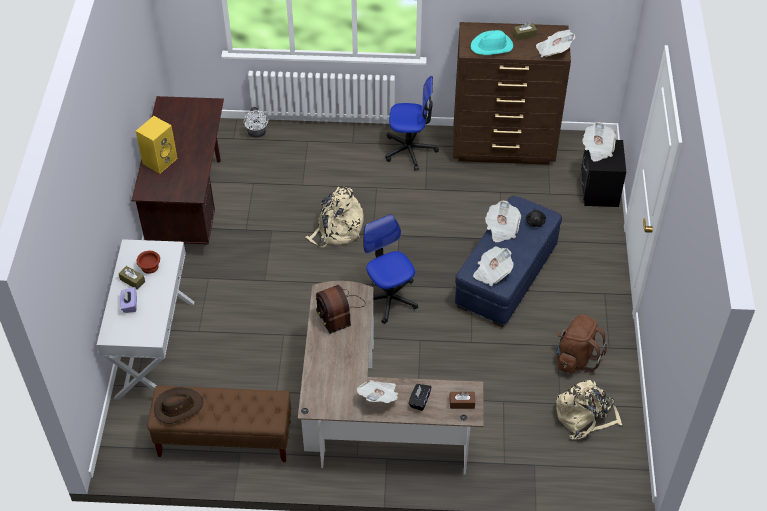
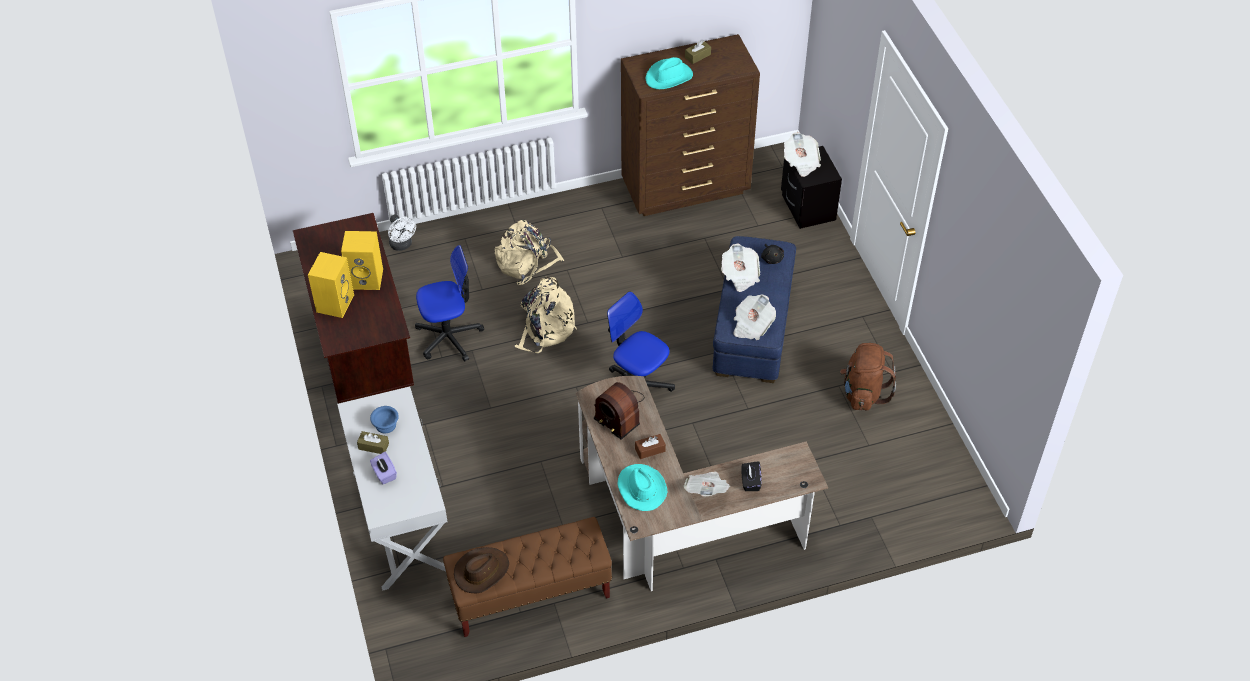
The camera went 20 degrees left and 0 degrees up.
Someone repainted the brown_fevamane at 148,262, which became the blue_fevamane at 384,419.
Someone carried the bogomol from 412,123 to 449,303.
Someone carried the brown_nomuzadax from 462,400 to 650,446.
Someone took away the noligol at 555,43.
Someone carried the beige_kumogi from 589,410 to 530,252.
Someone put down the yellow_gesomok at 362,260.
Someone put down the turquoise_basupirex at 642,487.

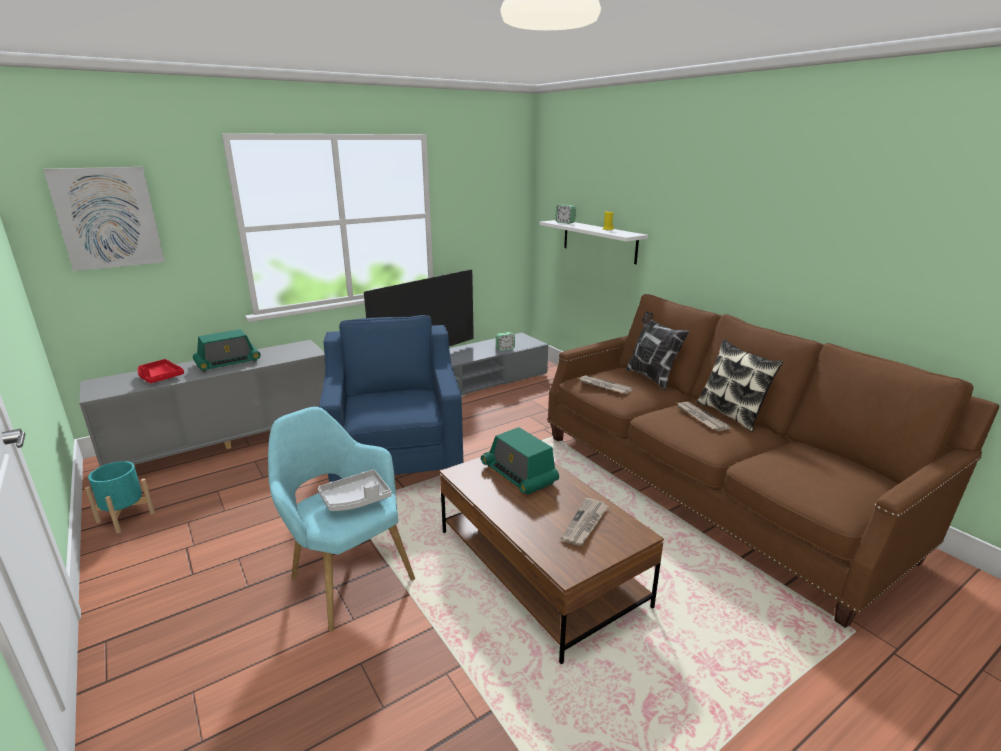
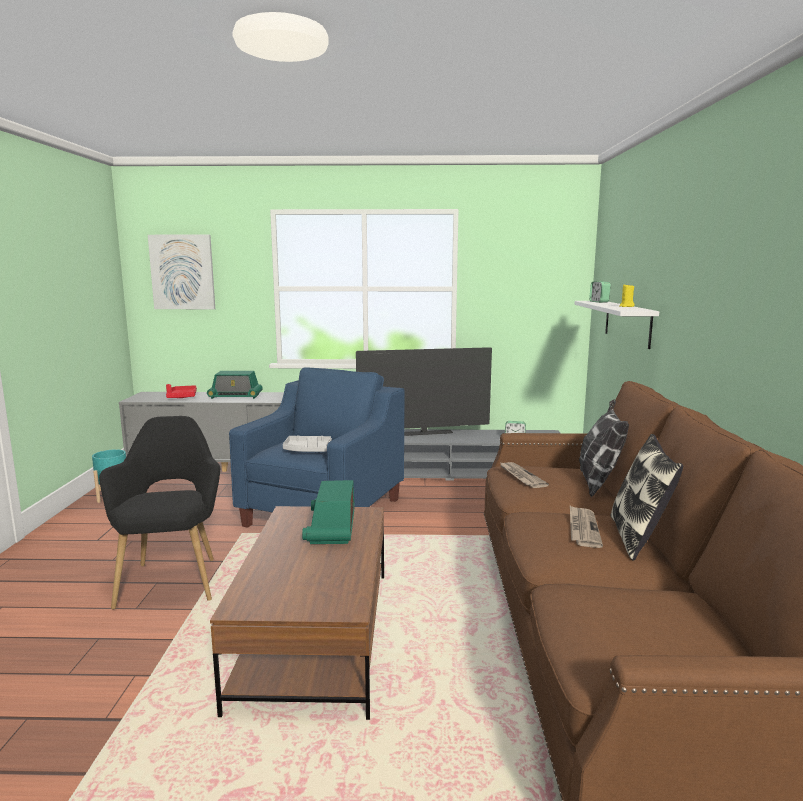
The camera went 35 degrees right and 10 degrees down.
Someone repainted the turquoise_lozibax at 341,519, which became the black_lozibax at 159,513.
Someone carried the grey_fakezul from 355,490 to 307,443.
Someone took away the noligol at 584,522.

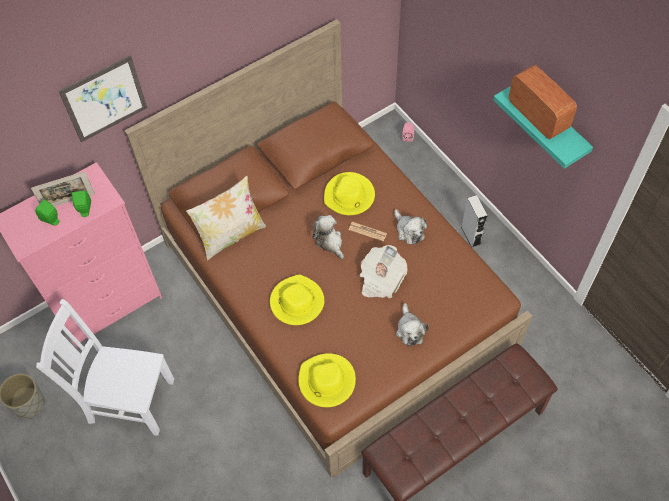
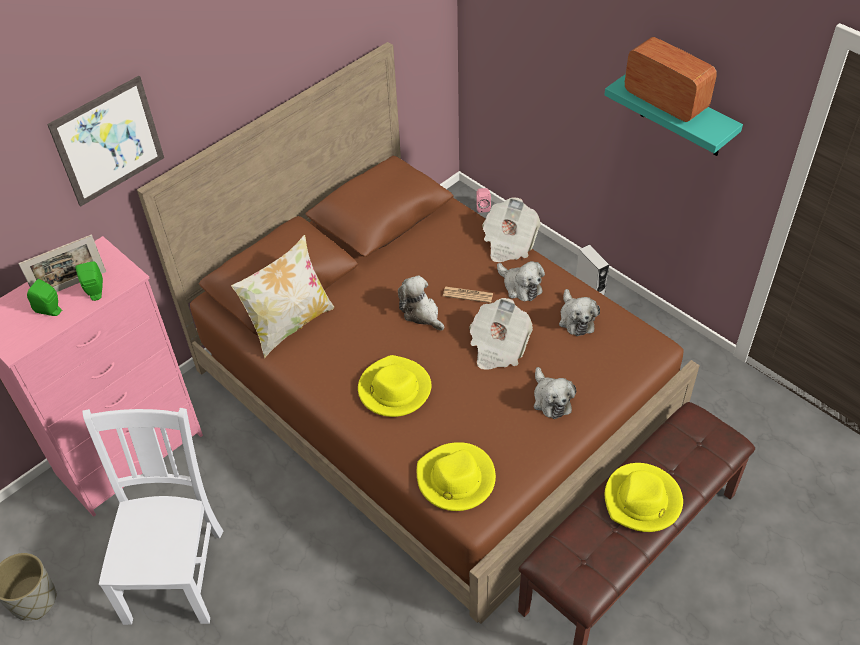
The camera went 10 degrees left and 10 degrees down.
Someone rotated the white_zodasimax at 105,367 by 90 degrees clockwise.
Someone carried the yellow_basupirex from 349,193 to 644,497.
Someone put down the noligol at 511,229.
Someone put down the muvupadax at 579,312.

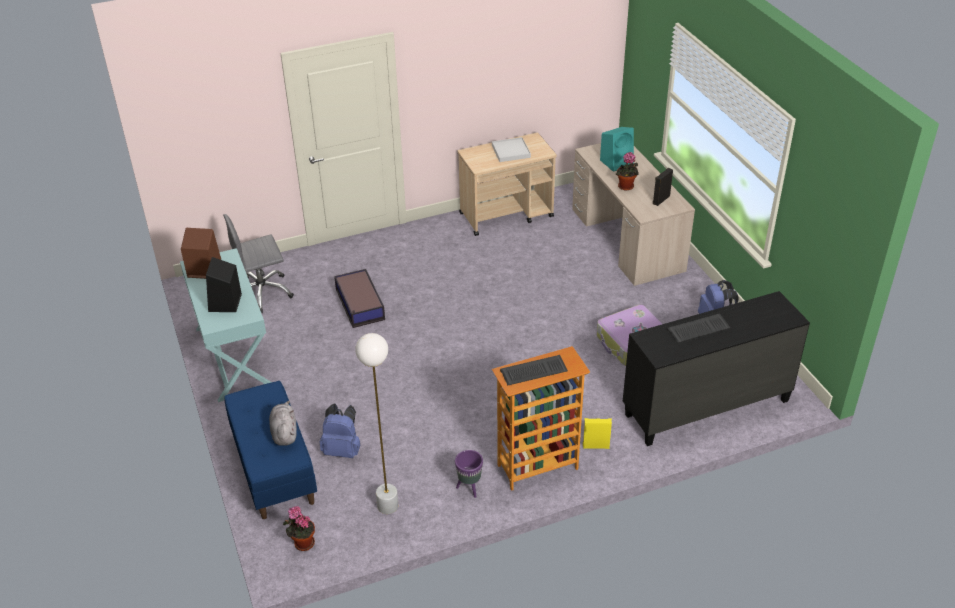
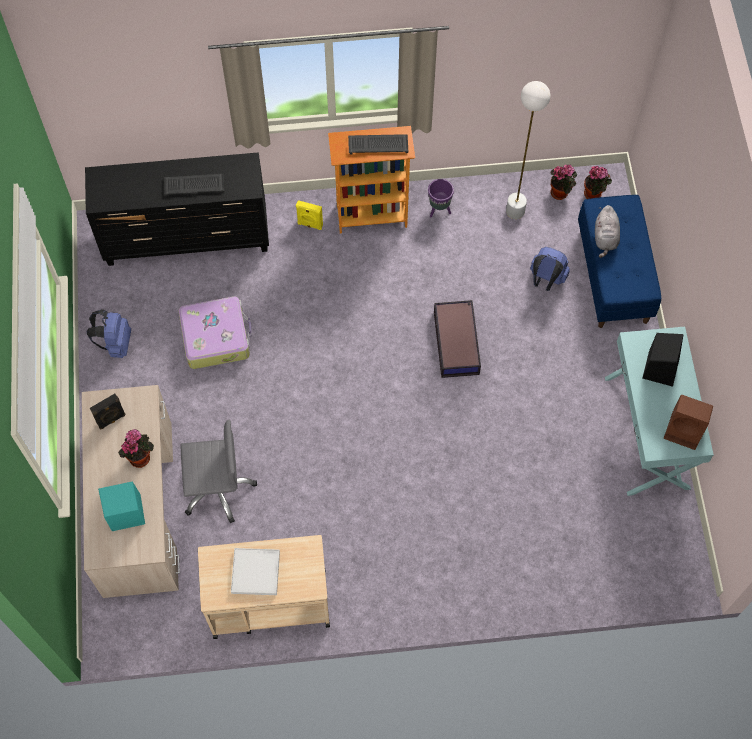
The camera went 165 degrees left and 25 degrees up.
Someone carried the grey_bogomol from 258,263 to 219,471.
Someone carried the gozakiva from 359,298 to 457,339.
Someone put down the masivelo at 564,182.

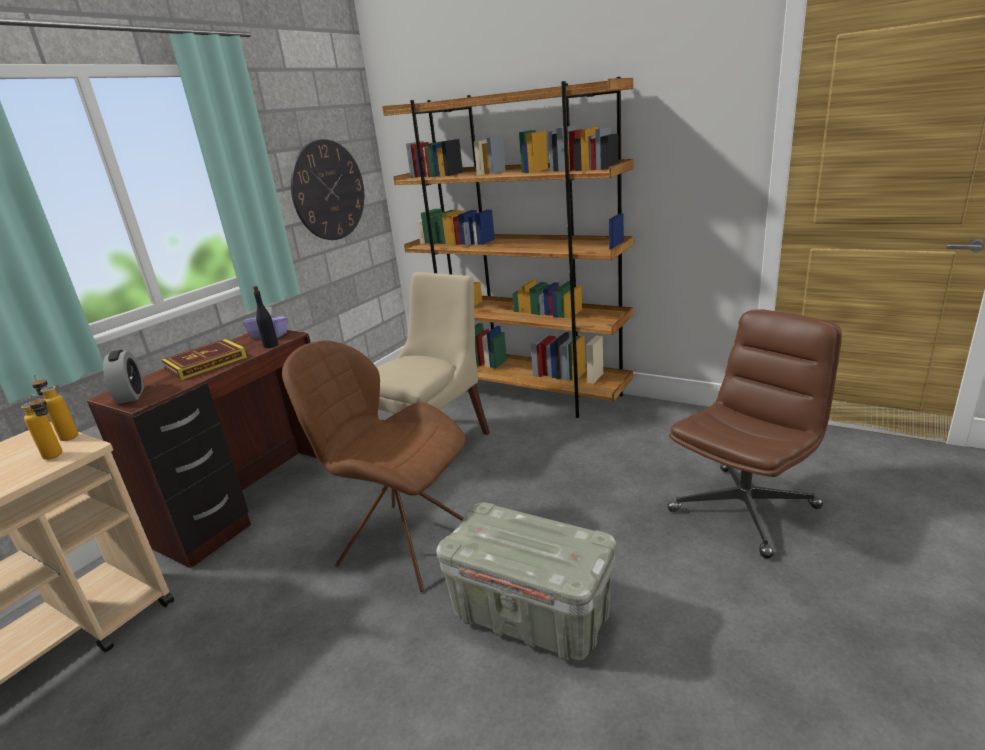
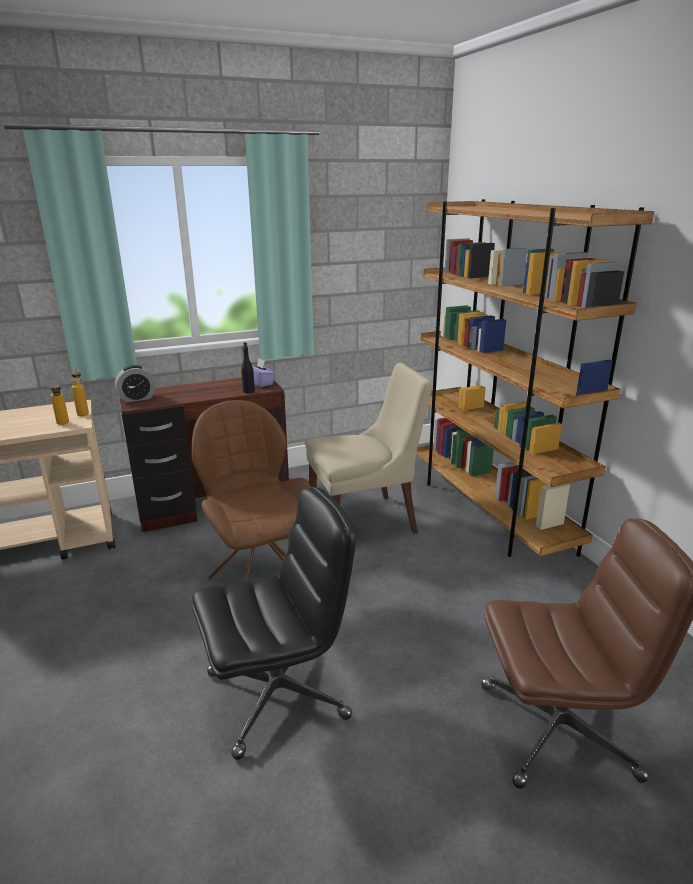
The camera went 35 degrees right and 0 degrees up.
Someone rotated the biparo at 123,377 by 45 degrees clockwise.
Someone took away the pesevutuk at 204,359.
Someone took away the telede at 327,189.
Someone swapped the grey_gozakiva at 526,581 for the black_bogomol at 274,623.

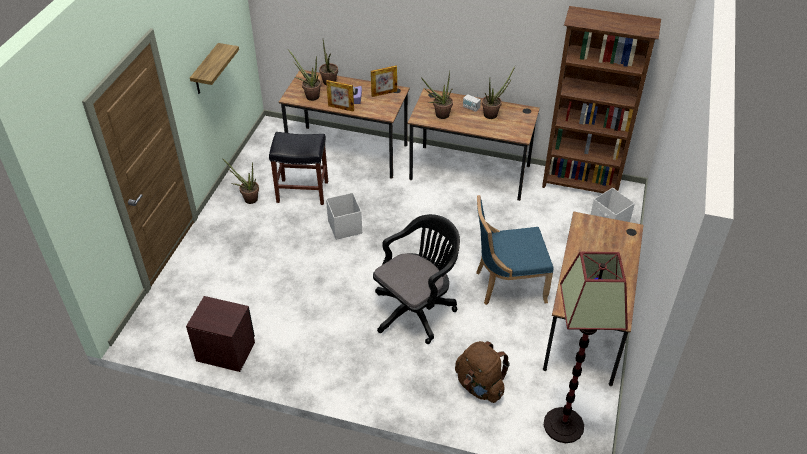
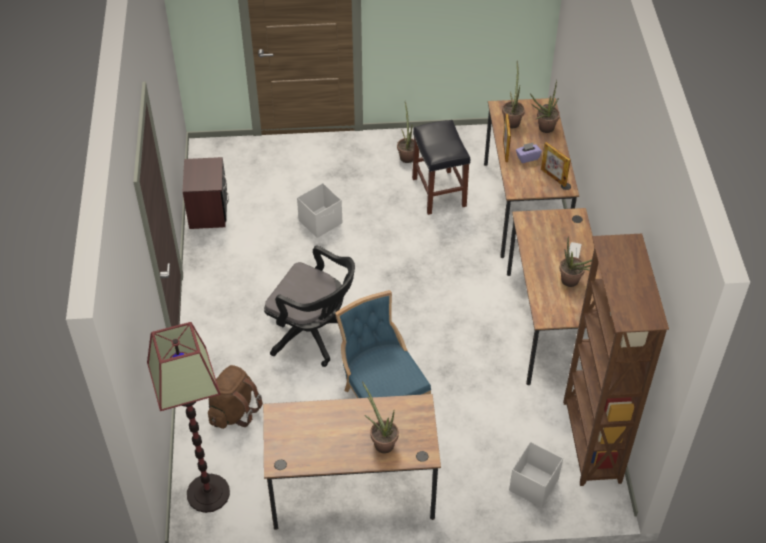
The camera went 70 degrees right and 5 degrees up.
Someone took away the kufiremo at 214,68.
Someone carried the white_gozakiva from 344,216 to 319,210.
Someone carried the masivelo from 437,95 to 380,418.

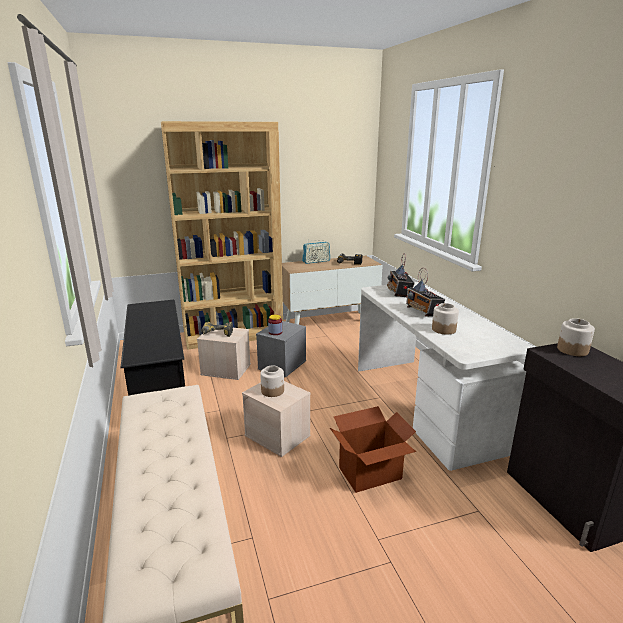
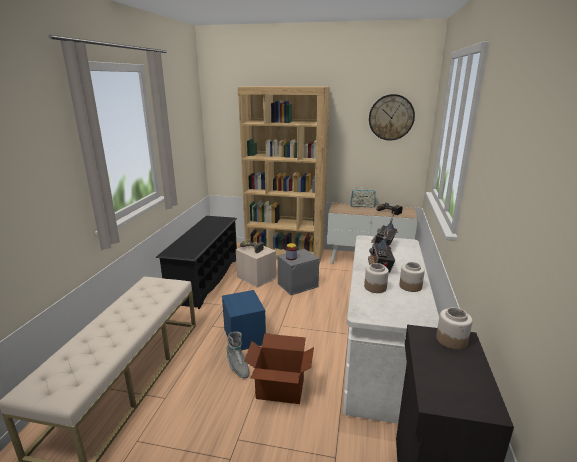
The camera went 30 degrees right and 0 degrees up.
Someone repainted the beige_gozakiva at 276,419, which became the blue_gozakiva at 244,320.
Someone carried the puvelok from 272,381 to 412,277.
Someone put down the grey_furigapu at 237,355.
Someone put up the telede at 392,117.

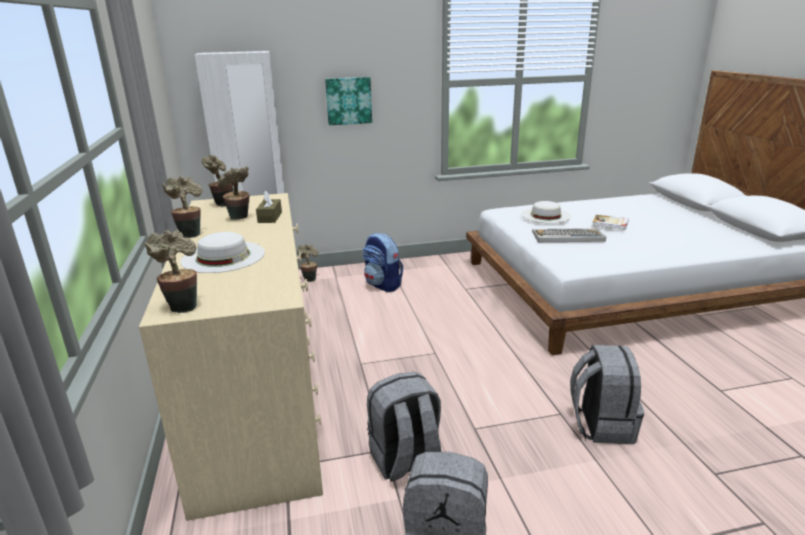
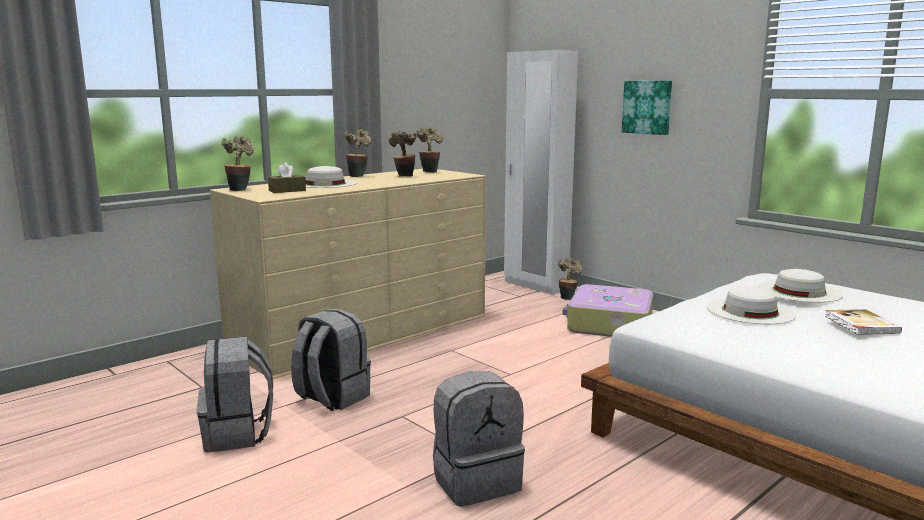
The camera went 60 degrees right and 10 degrees down.
Someone carried the brown_nomuzadax from 269,206 to 287,177.
Someone swapped the kumogi at 383,262 for the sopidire at 607,310.
Someone swapped the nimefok at 569,235 for the white_basupirex at 751,305.

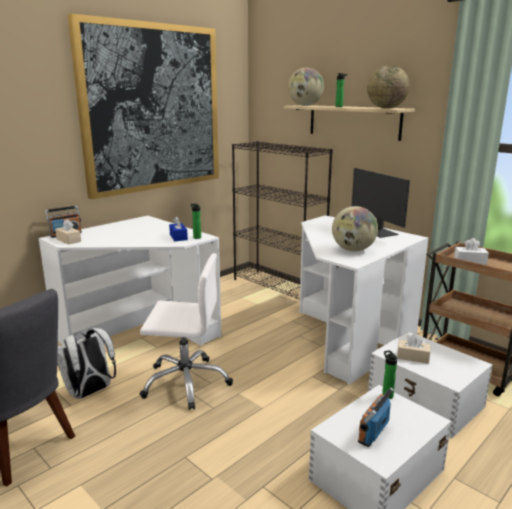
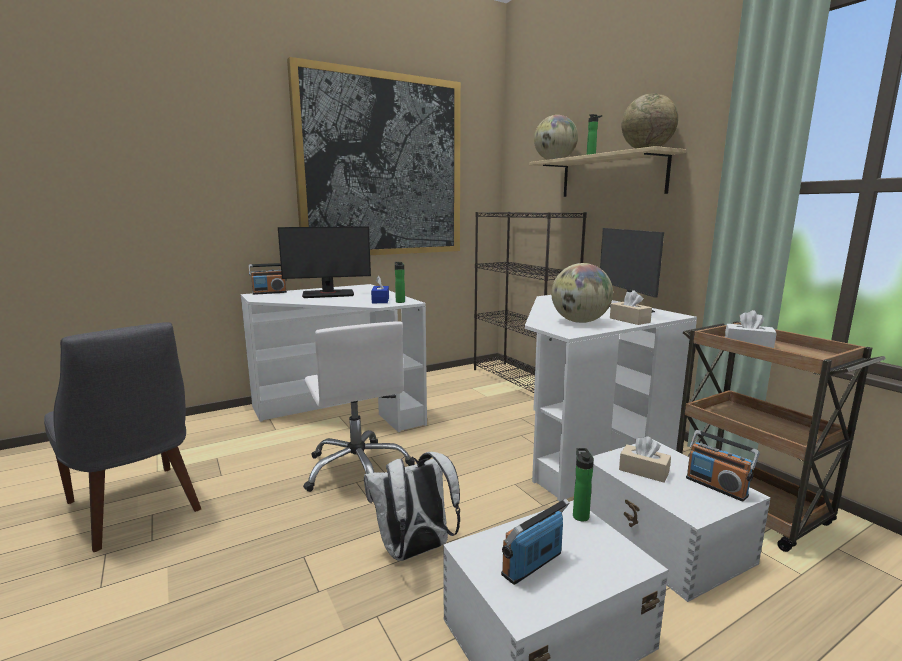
The camera went 15 degrees right and 5 degrees down.
Someone carried the beige_nomuzadax from 68,232 to 631,307.
Someone carried the white_kumogi from 86,363 to 412,506.
Someone rotated the white_bogomol at 186,331 by 45 degrees clockwise.
Someone put down the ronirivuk at 324,262.
Someone put down the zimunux at 723,465.

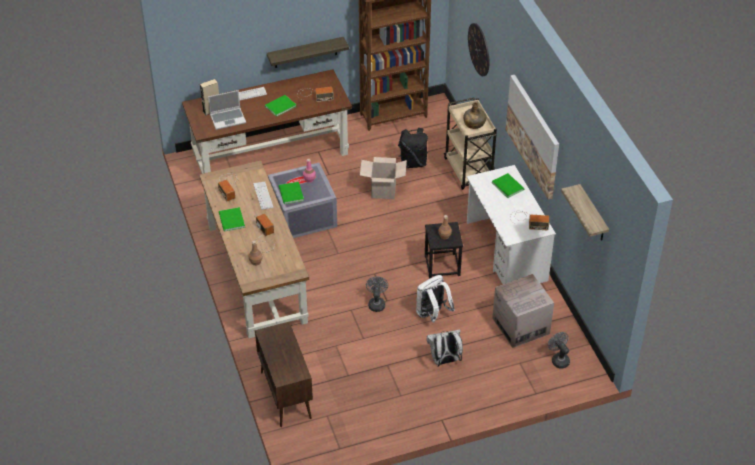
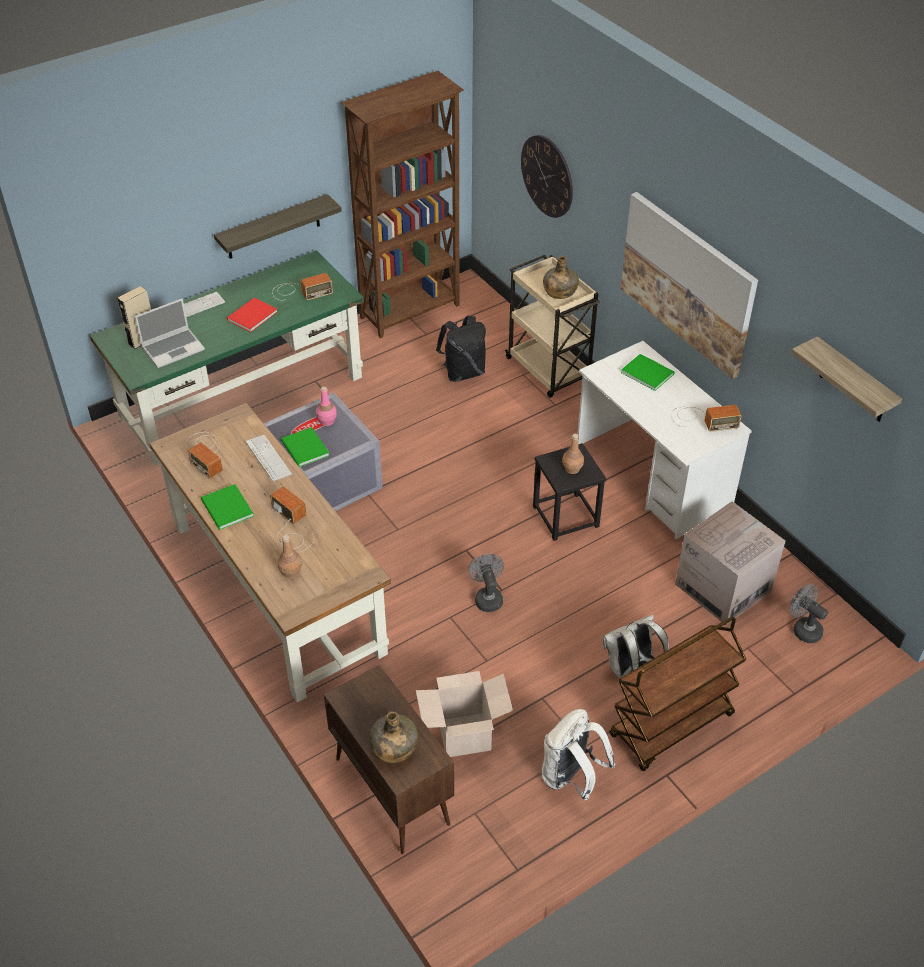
The camera went 15 degrees left and 0 degrees up.
Someone repainted the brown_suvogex at 267,121, which became the green_suvogex at 227,358.
Someone repainted the green_pesevutuk at 281,106, which became the red_pesevutuk at 252,315.
Someone carried the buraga from 383,178 to 464,714.
Someone carried the white_kumogi from 435,299 to 578,754.
Someone put down the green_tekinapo at 393,737.
Someone put down the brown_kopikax at 677,693.

